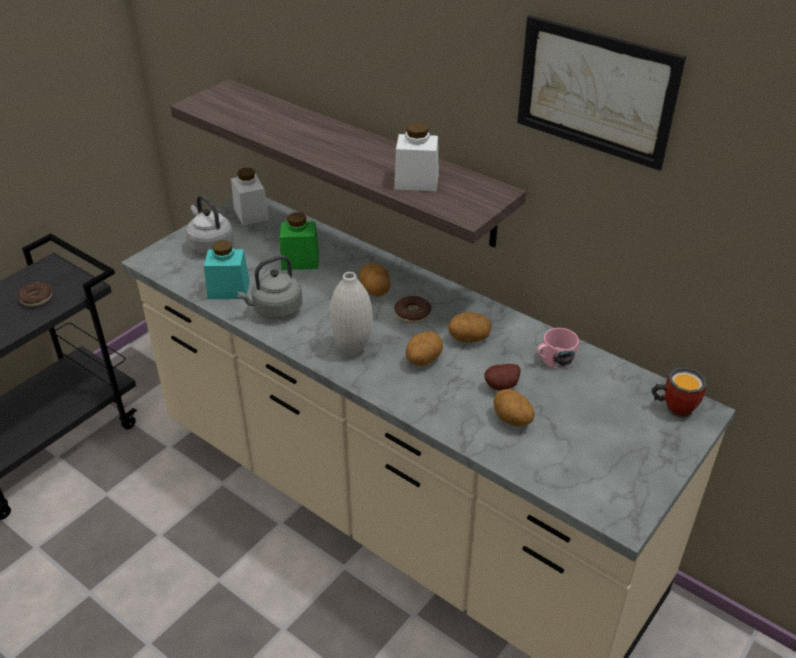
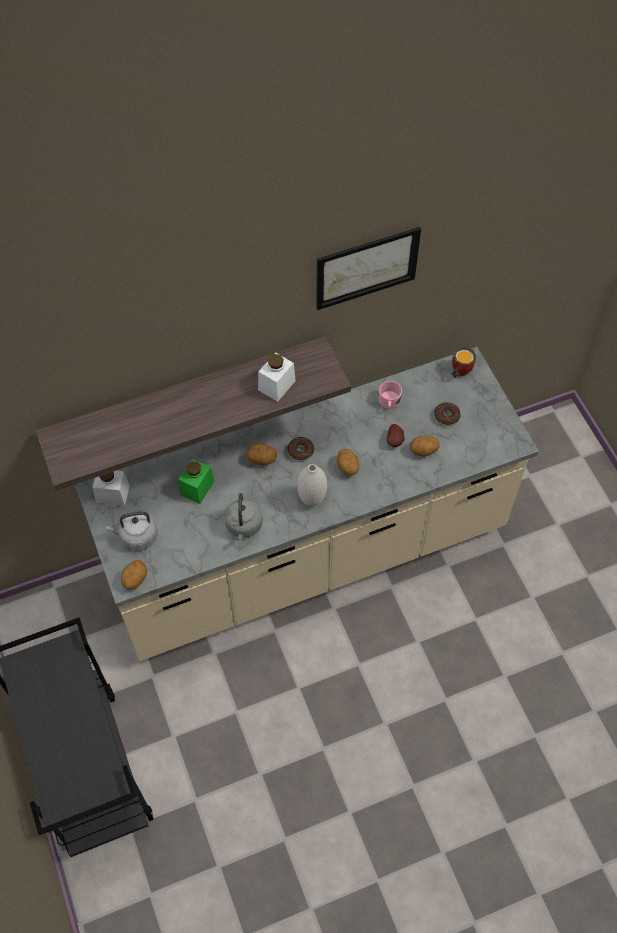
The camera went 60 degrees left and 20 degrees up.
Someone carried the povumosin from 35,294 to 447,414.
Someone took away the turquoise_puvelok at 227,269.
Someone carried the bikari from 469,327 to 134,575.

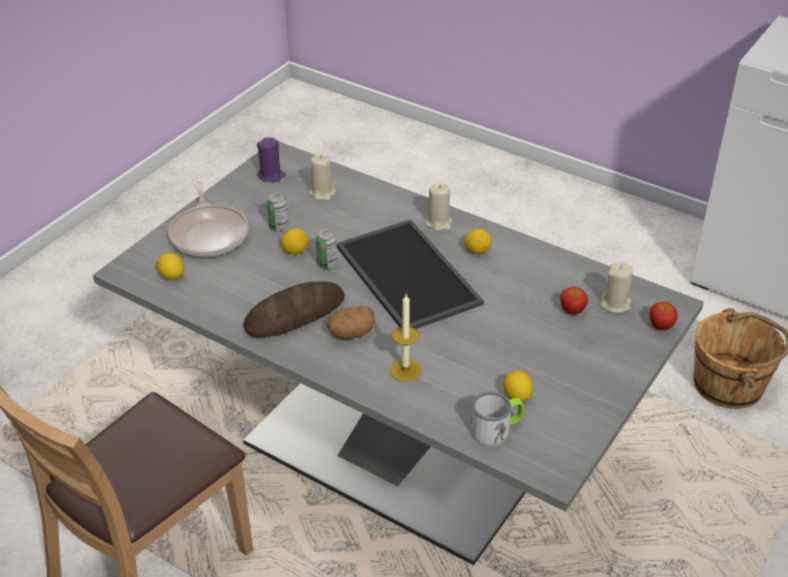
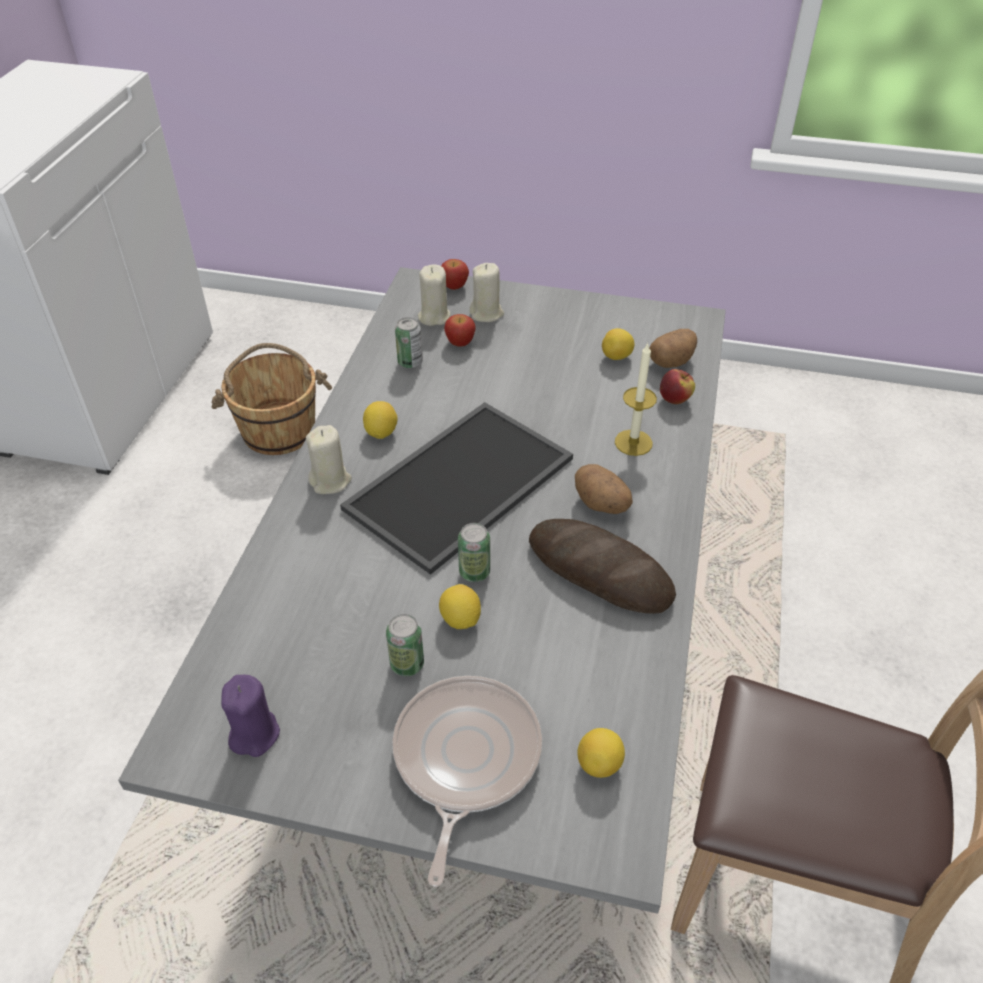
The camera went 110 degrees left and 5 degrees up.
Someone rotated the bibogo at 208,219 by 45 degrees counterclockwise.
Someone carried the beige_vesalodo from 323,178 to 486,292.
Someone swapped the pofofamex at 497,419 for the bikari at 673,348.
Someone put down the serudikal at 409,342.
Someone put down the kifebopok at 677,386.

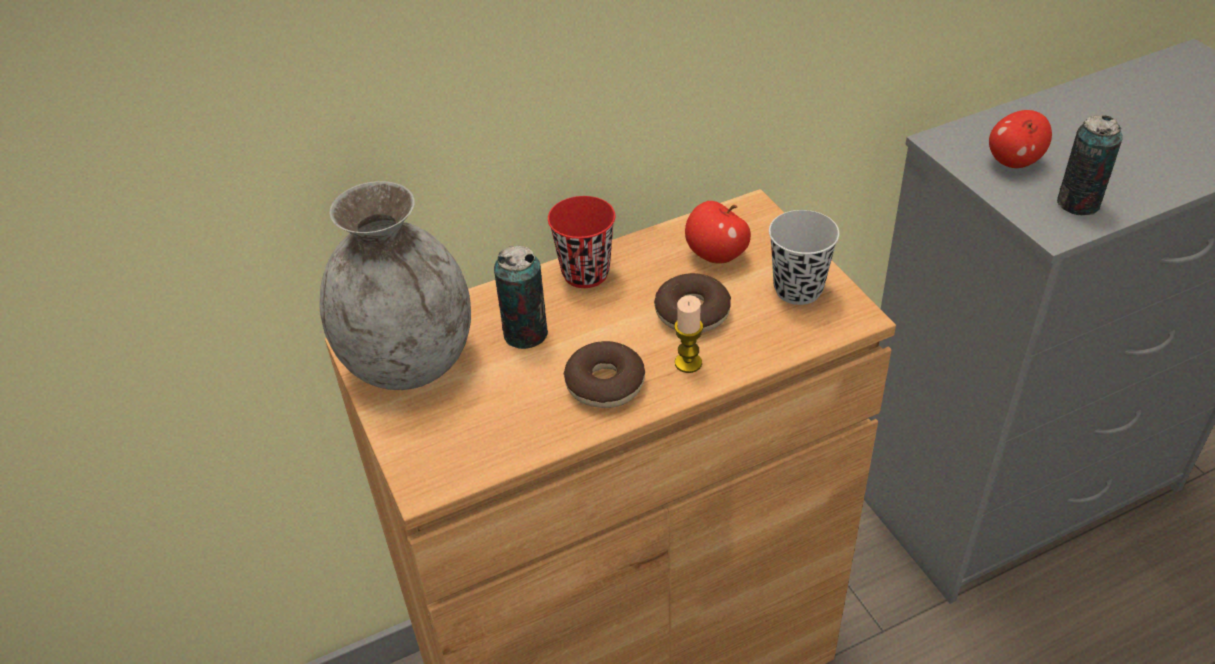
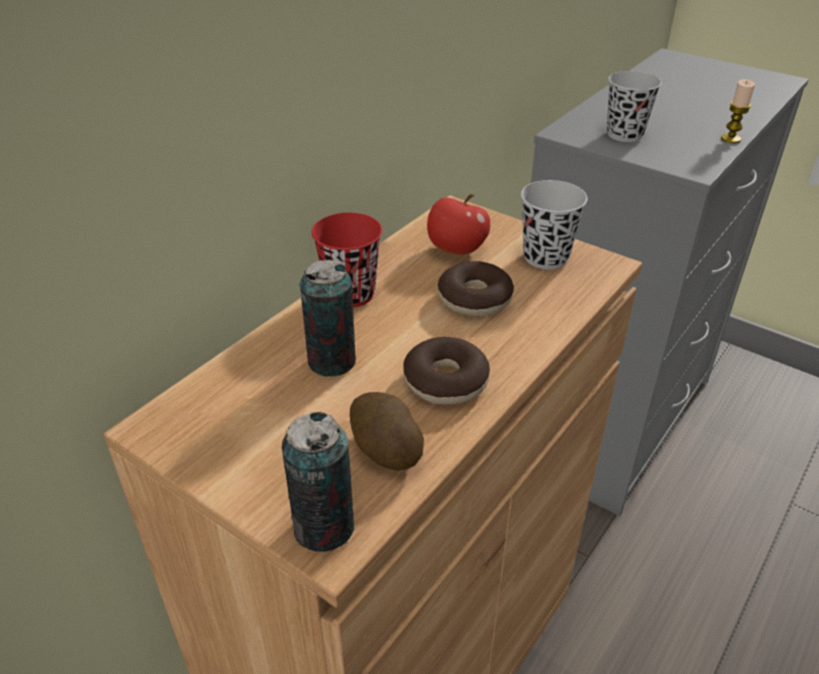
The camera went 30 degrees left and 5 degrees down.
Someone took away the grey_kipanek at 395,285.
Someone carried the vesalodo from 688,334 to 738,111.
Someone swapped the kifebopok at 1020,139 for the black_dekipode at 634,106.
Someone carried the serudikal from 1090,165 to 318,481.
Someone put down the bikari at 387,431.

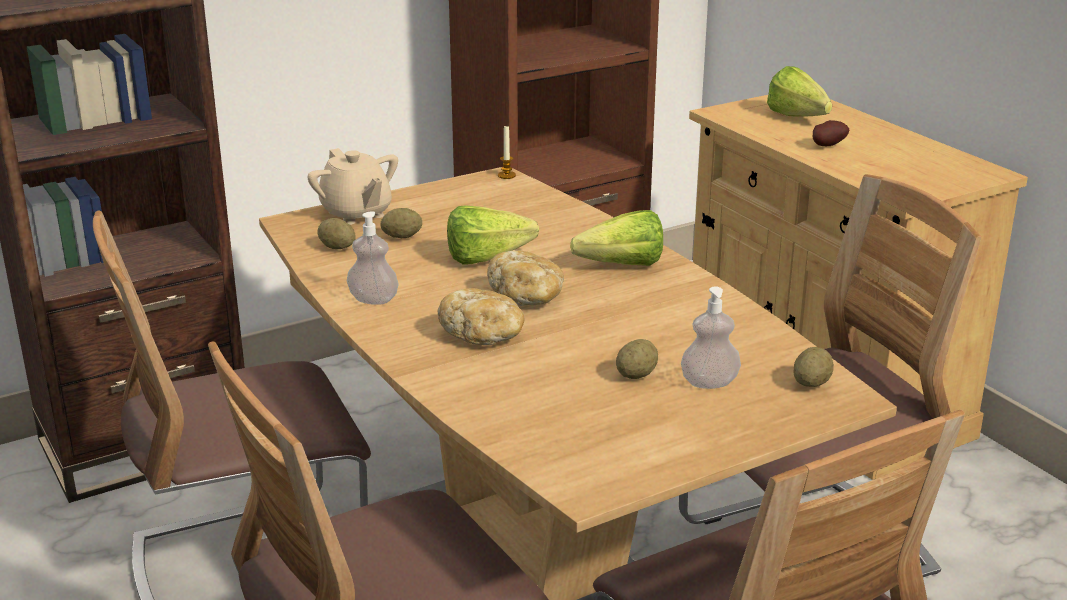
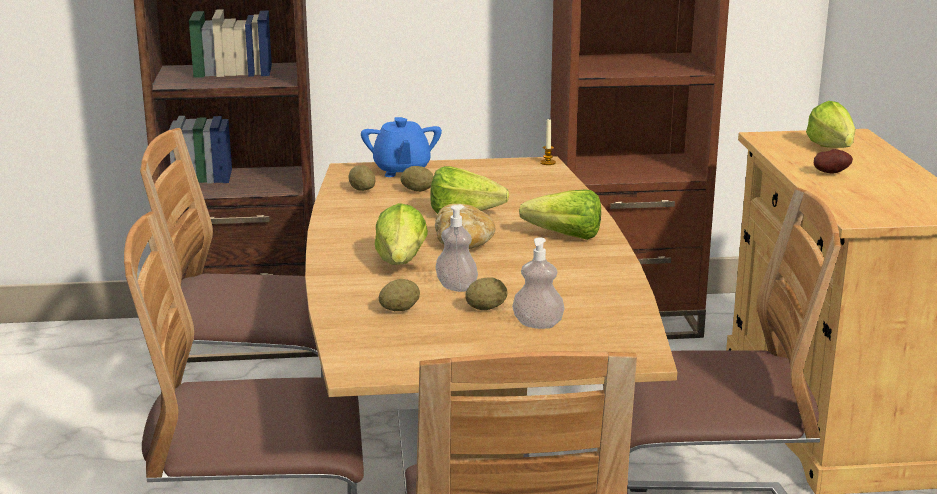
The camera went 25 degrees right and 5 degrees down.
Someone repainted the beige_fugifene at 353,186, which became the blue_fugifene at 401,147.
Someone carried the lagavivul from 373,258 to 456,248.
Someone swapped the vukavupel at 481,316 for the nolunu at 401,234.
Someone carried the bikari from 814,367 to 399,295.

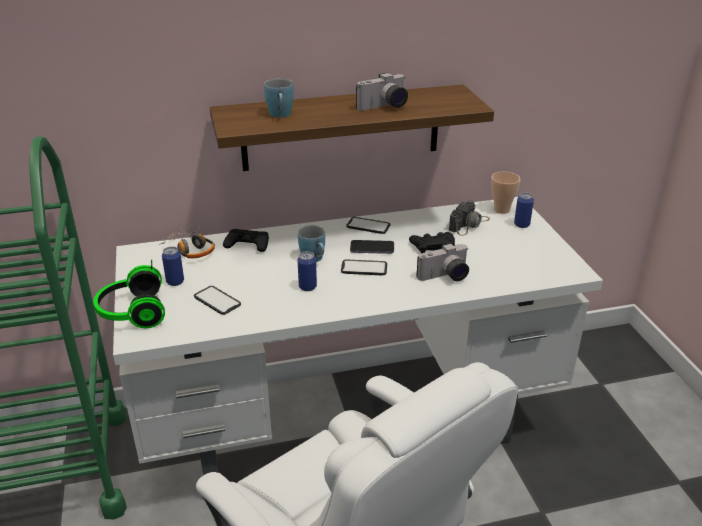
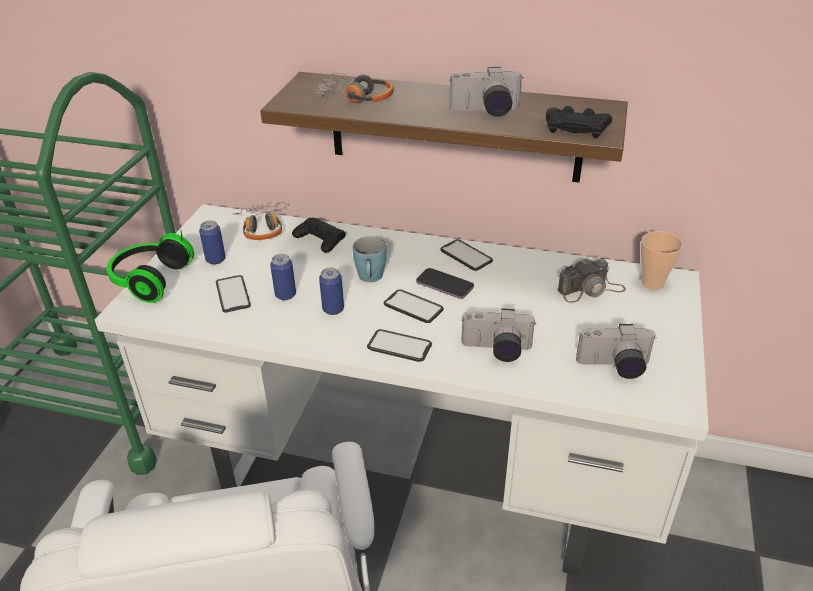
The camera went 30 degrees right and 5 degrees up.
Someone swapped the blue_pofofamex at 279,97 for the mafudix at 354,88.
Someone carried the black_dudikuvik from 432,242 to 579,122.
Someone carried the serudikal from 524,210 to 283,277.
Someone put down the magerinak at 399,345.
Someone put down the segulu at 616,351.

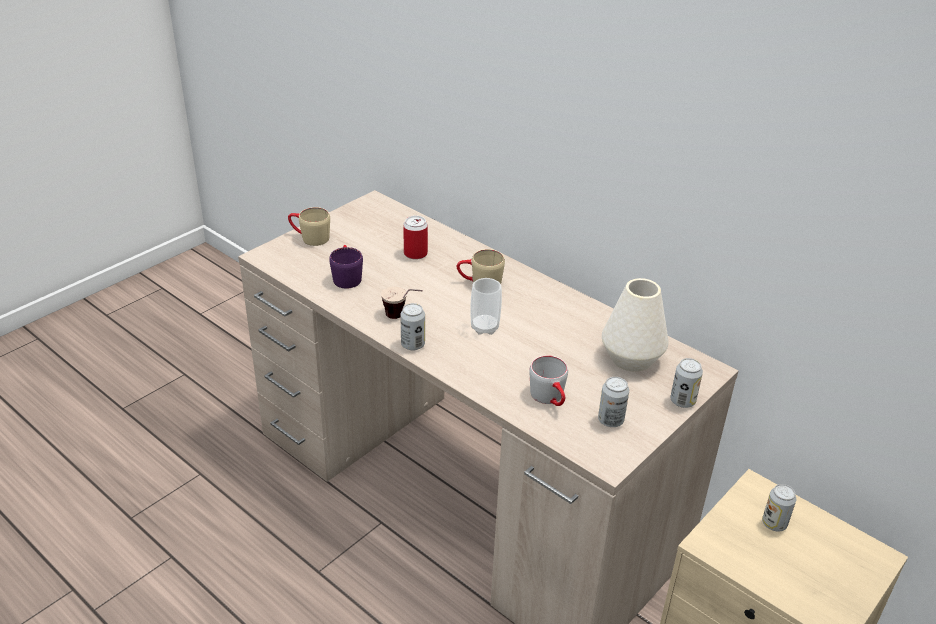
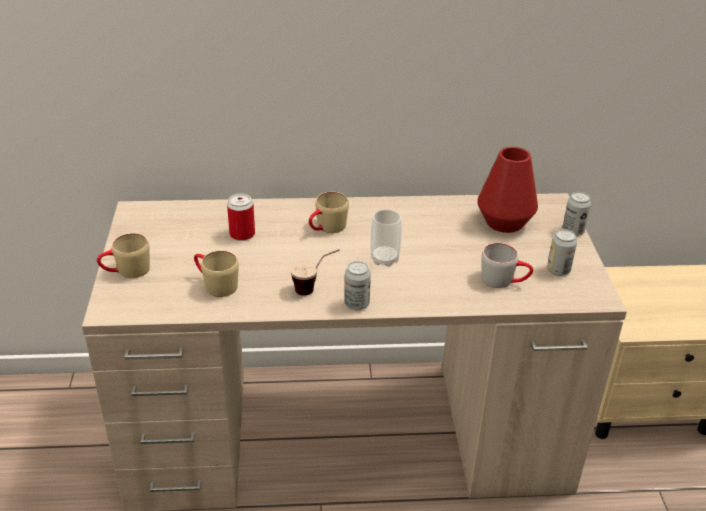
The camera went 45 degrees left and 0 degrees up.
Someone repainted the purple_pofofamex at 346,267, which became the beige_pofofamex at 216,273.
Someone repainted the white_kipanek at 635,325, which became the red_kipanek at 507,190.
Someone took away the serudikal at 779,508.

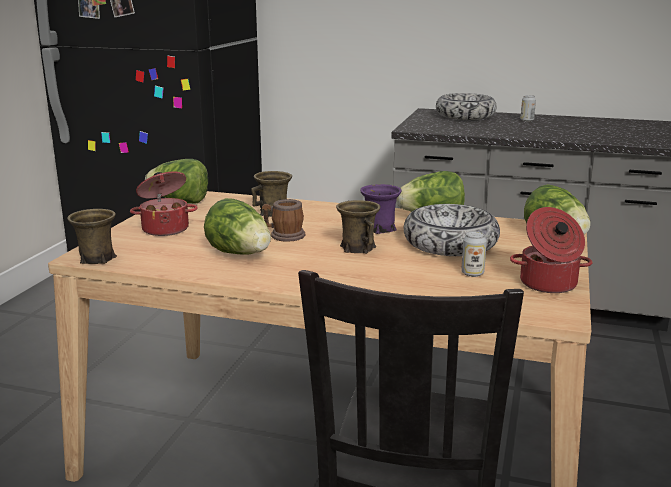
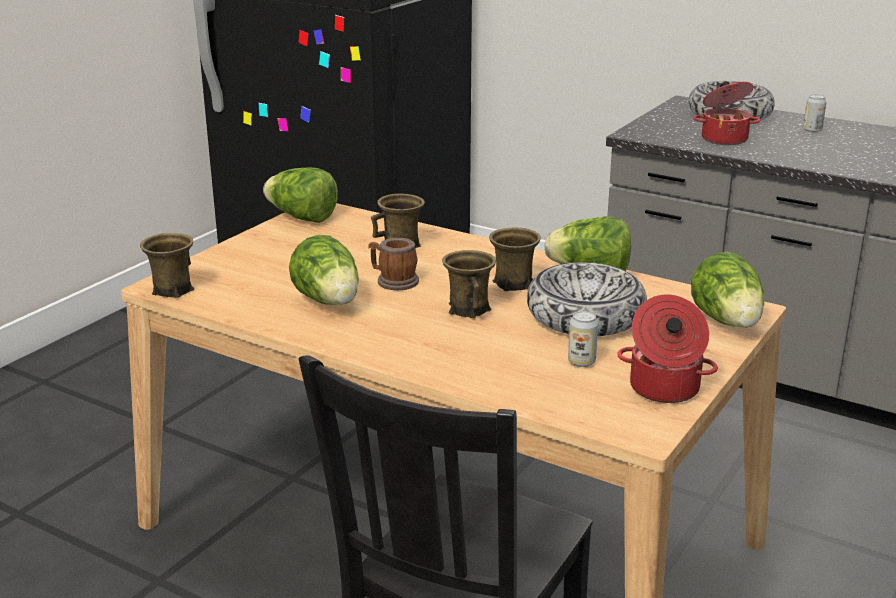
The camera went 15 degrees right and 5 degrees up.
Someone carried the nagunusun from 164,204 to 726,113.
Someone repainted the purple_pofofamex at 381,209, which became the brown_pofofamex at 515,259.

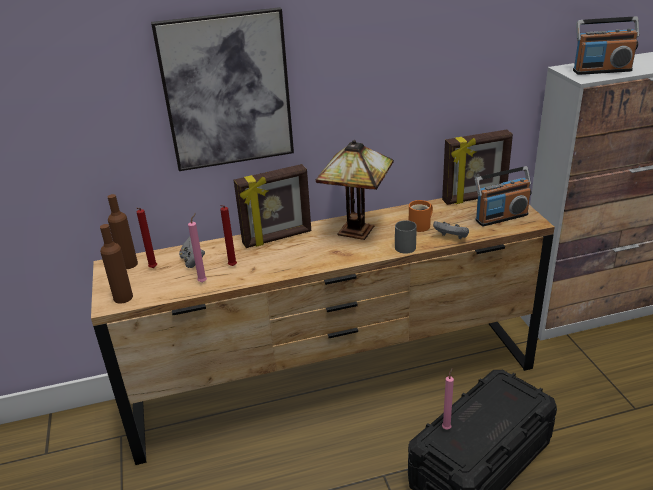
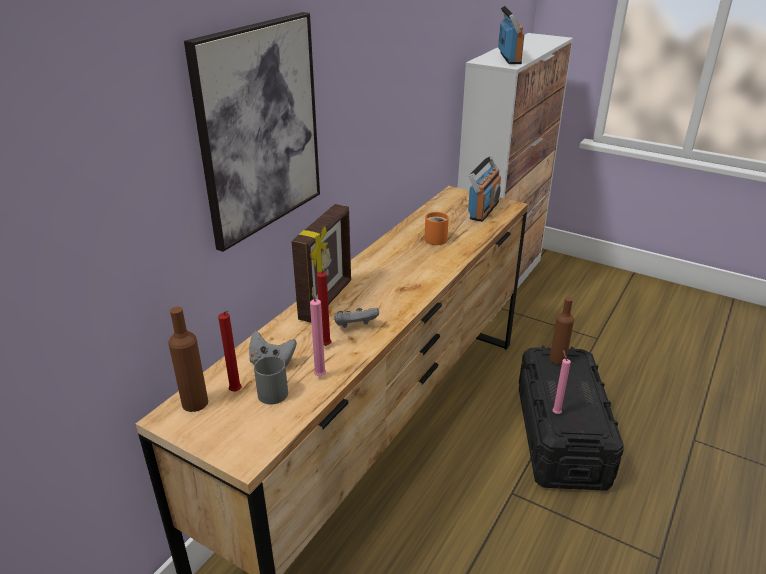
The camera went 45 degrees left and 0 degrees up.
Someone carried the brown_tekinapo from 116,264 to 562,331.
Someone took away the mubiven at 355,190.
Someone carried the grey_pofofamex from 406,237 to 271,380.
Someone carried the grey_dudikuvik from 451,230 to 356,318.
Someone took away the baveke at 477,167.
Someone rotated the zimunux at 606,46 by 45 degrees counterclockwise.

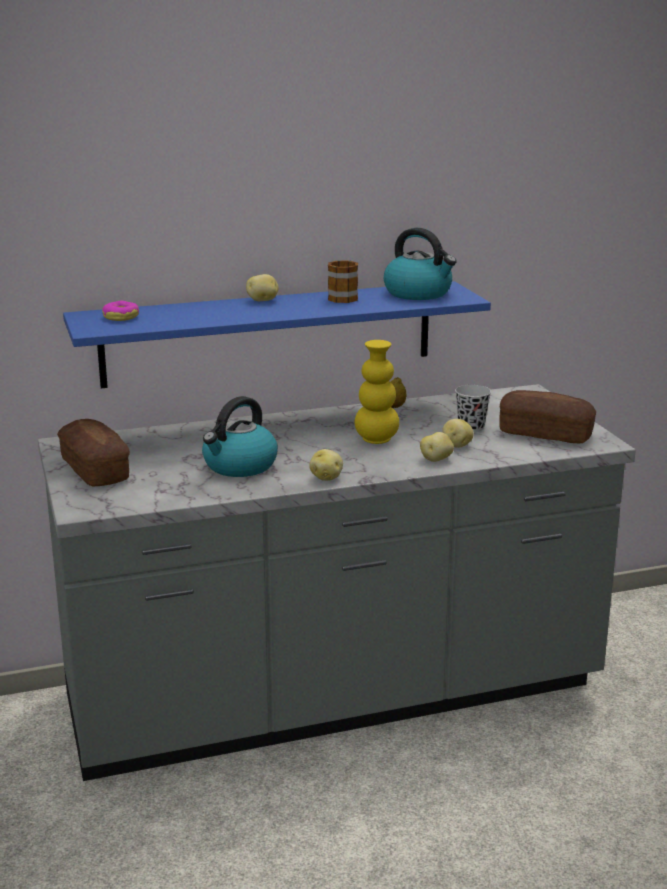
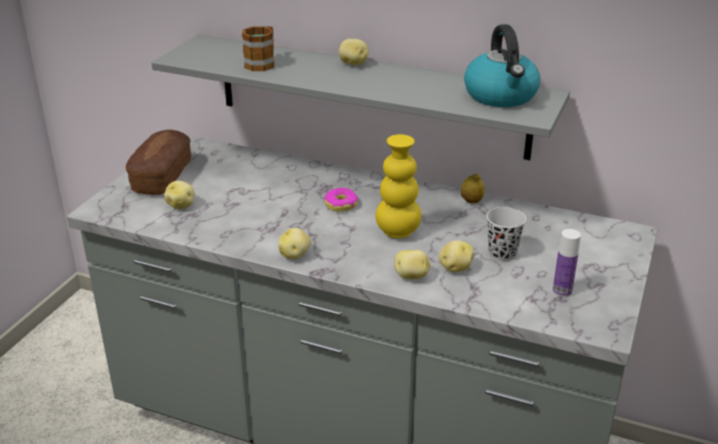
The camera went 40 degrees right and 10 degrees up.
Someone repainted the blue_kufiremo at 277,334, which became the grey_kufiremo at 360,97.
Someone carried the povumosin from 120,311 to 341,200.
Someone took away the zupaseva at 240,436.
Someone carried the pofofamex from 343,281 to 258,48.
Someone swapped the vukavupel at 547,416 for the tekinapo at 567,263.
Someone put down the bikari at 179,195.

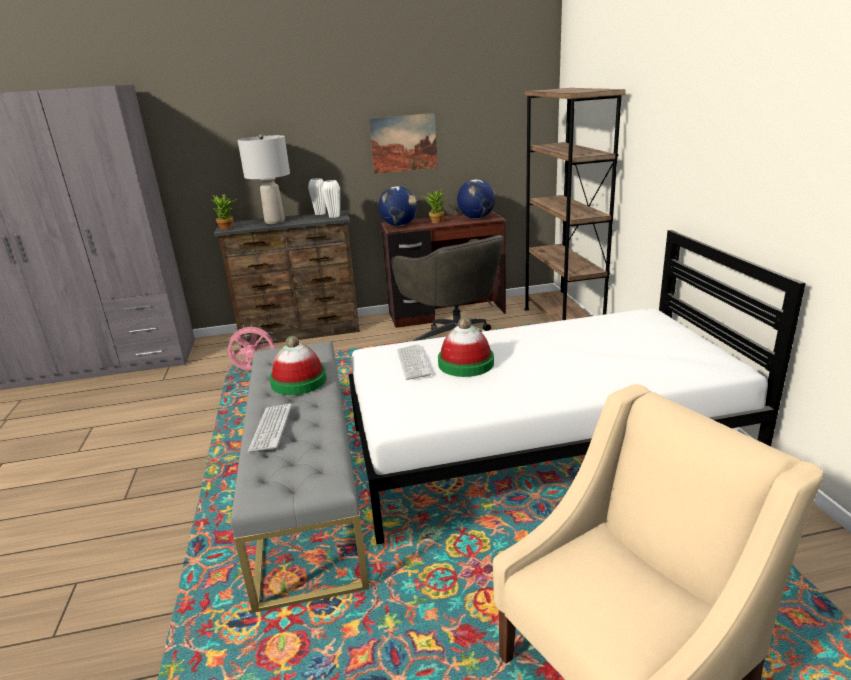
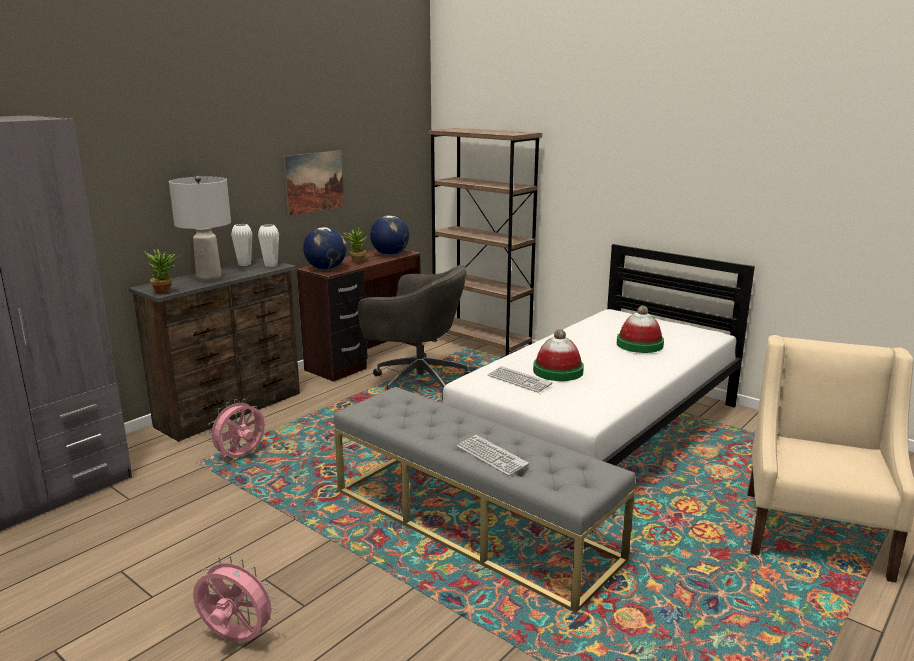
The camera went 40 degrees left and 5 degrees down.
Someone carried the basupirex from 298,365 to 640,329.
Someone put down the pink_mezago at 235,599.

